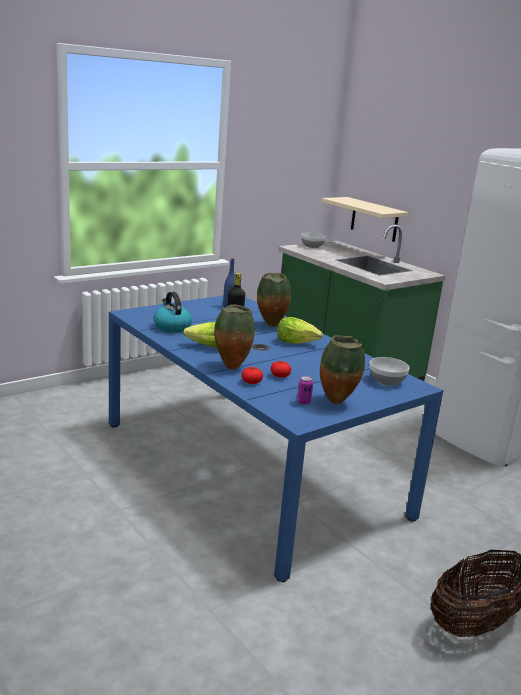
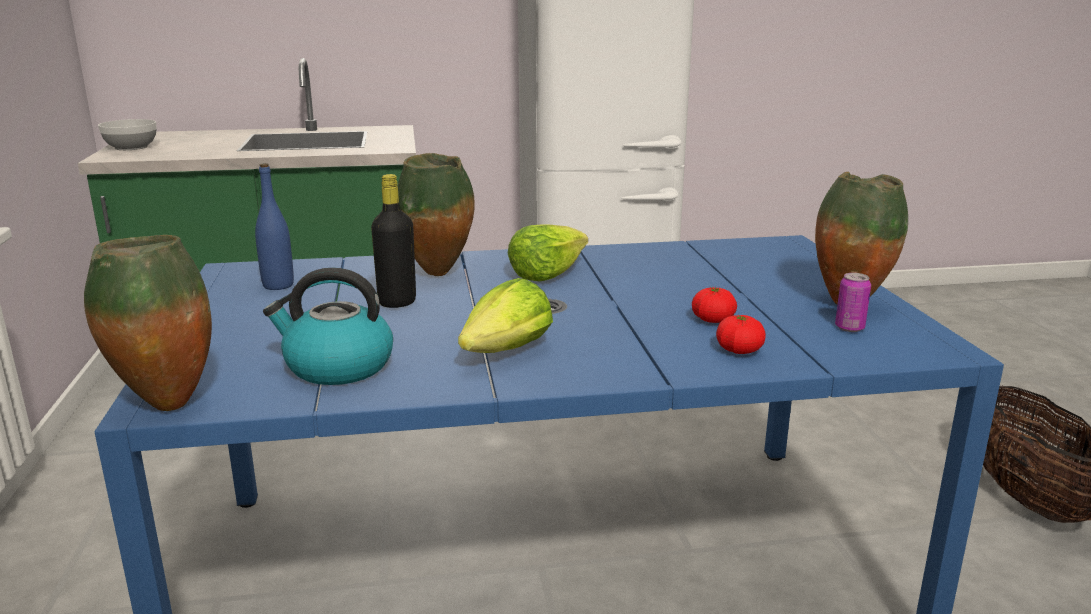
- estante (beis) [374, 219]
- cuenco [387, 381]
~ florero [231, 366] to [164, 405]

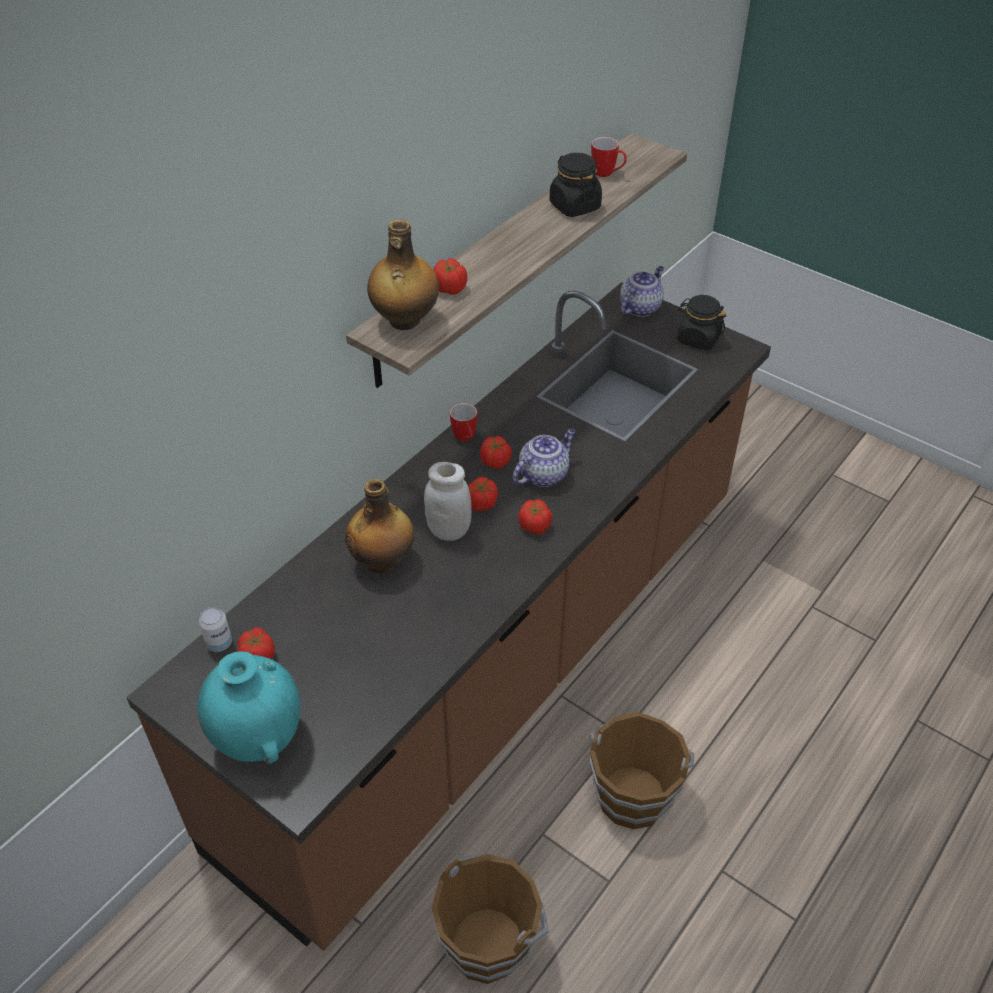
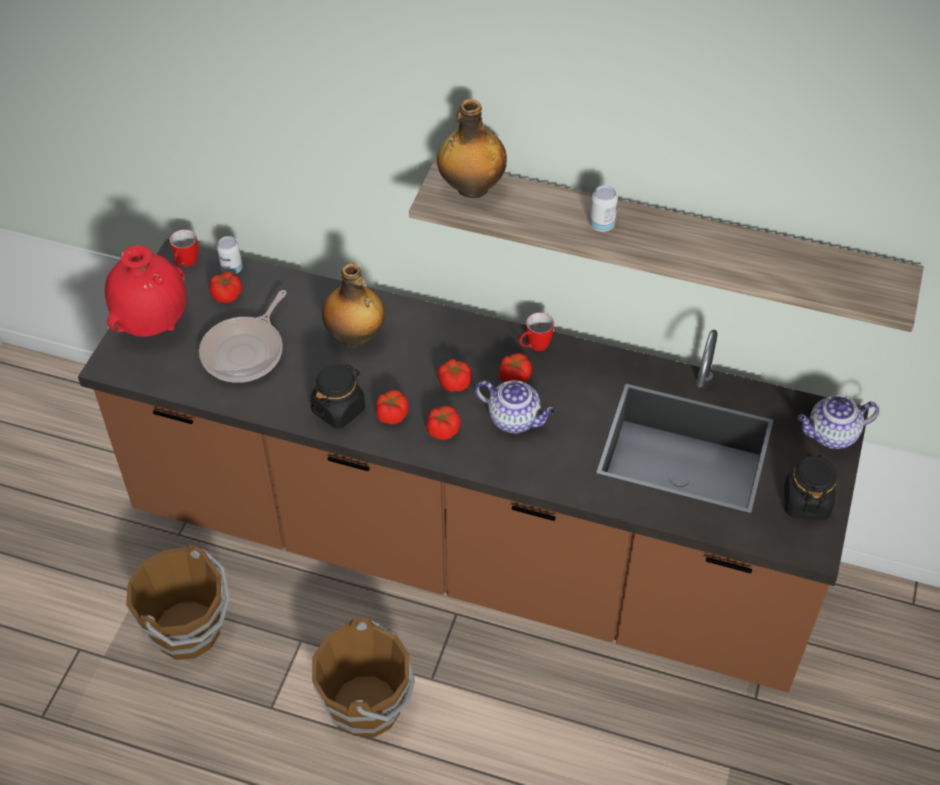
- tarro (blanco) [449, 530]
+ sartén [245, 352]
+ lata [602, 225]
~ tomate [450, 289] to [392, 415]
~ tarro (negro) [574, 206] to [339, 409]
~ taza grande [607, 174] to [185, 264]
~ florero (turquesa) [258, 736] to florero (rojo) [153, 323]
~ tetera [640, 307] = [831, 435] 150 degrees clockwise

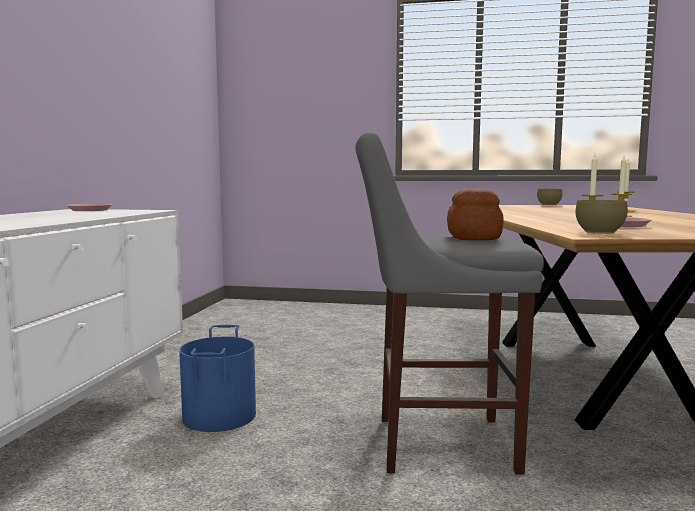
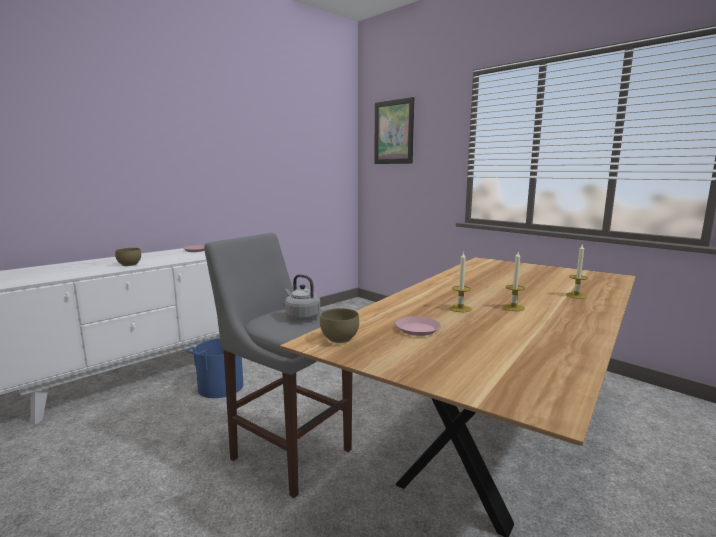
+ cuadro [393, 132]
~ cuenco (marrón) [548, 205] to [129, 264]
~ pan [472, 237] to hervidor (gris) [301, 317]

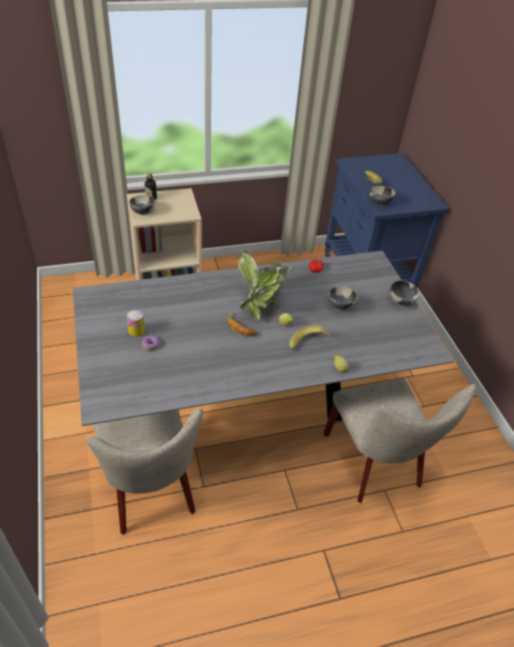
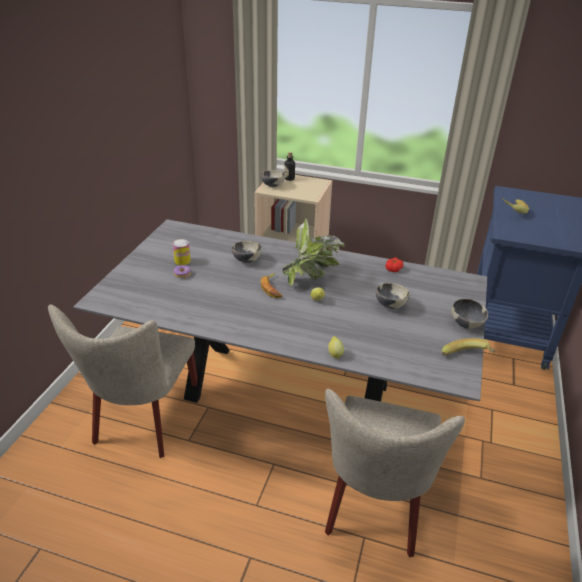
~ plátano [309, 345] to [467, 359]
~ cuenco [379, 202] to [246, 260]

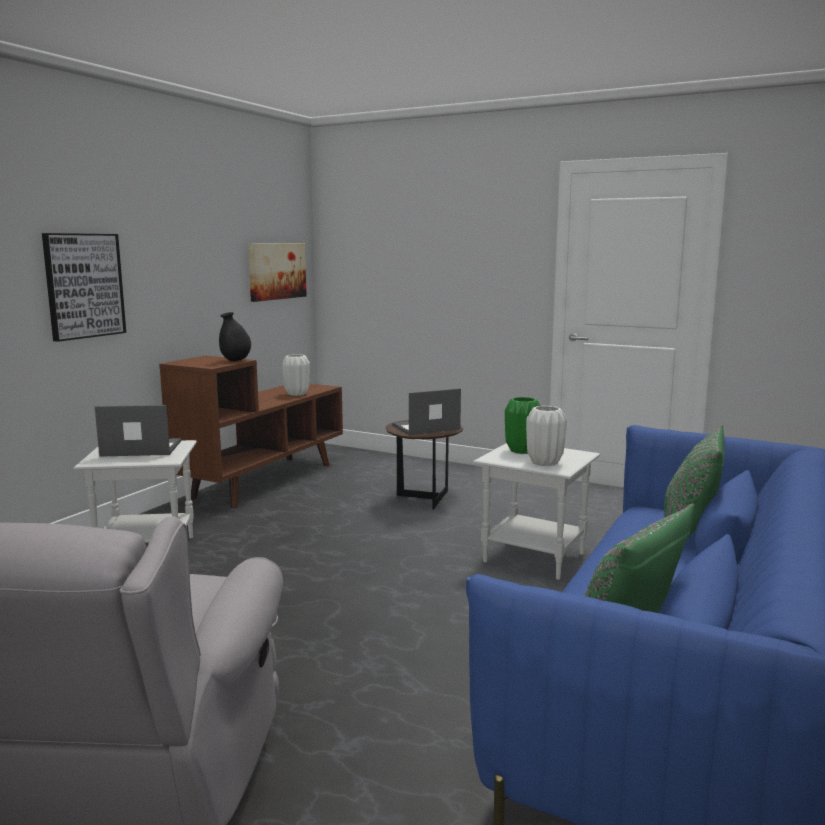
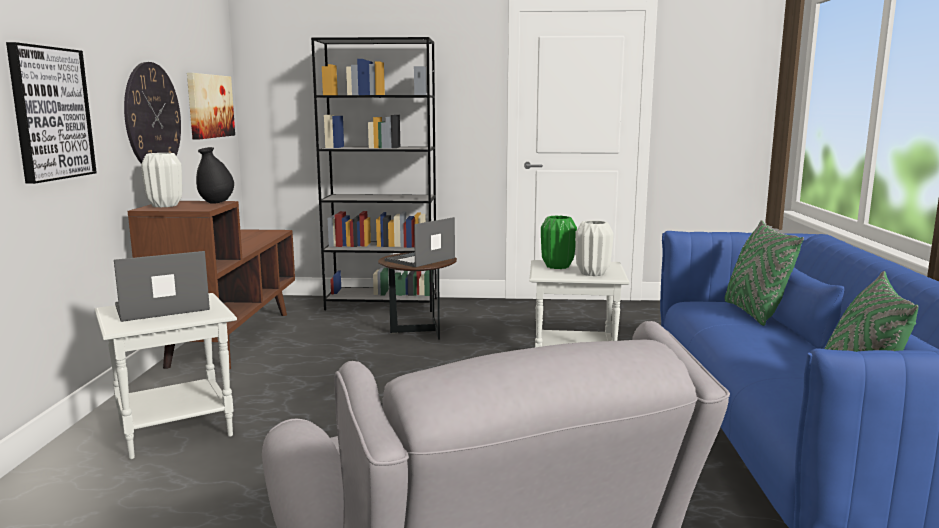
+ reloj de pared [153, 117]
+ estantería (gris) [382, 304]
~ florero (blanco) [296, 394] to [164, 206]

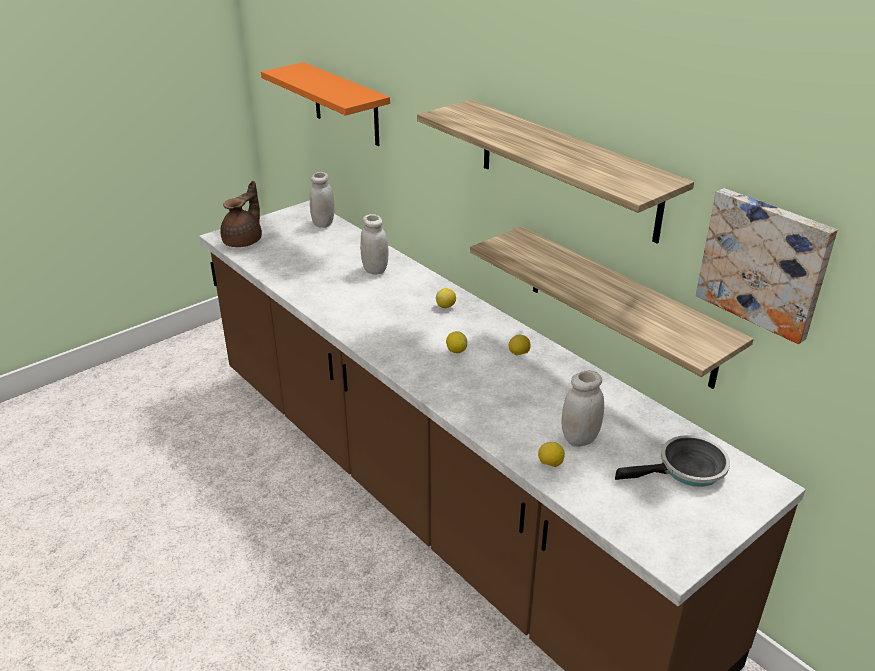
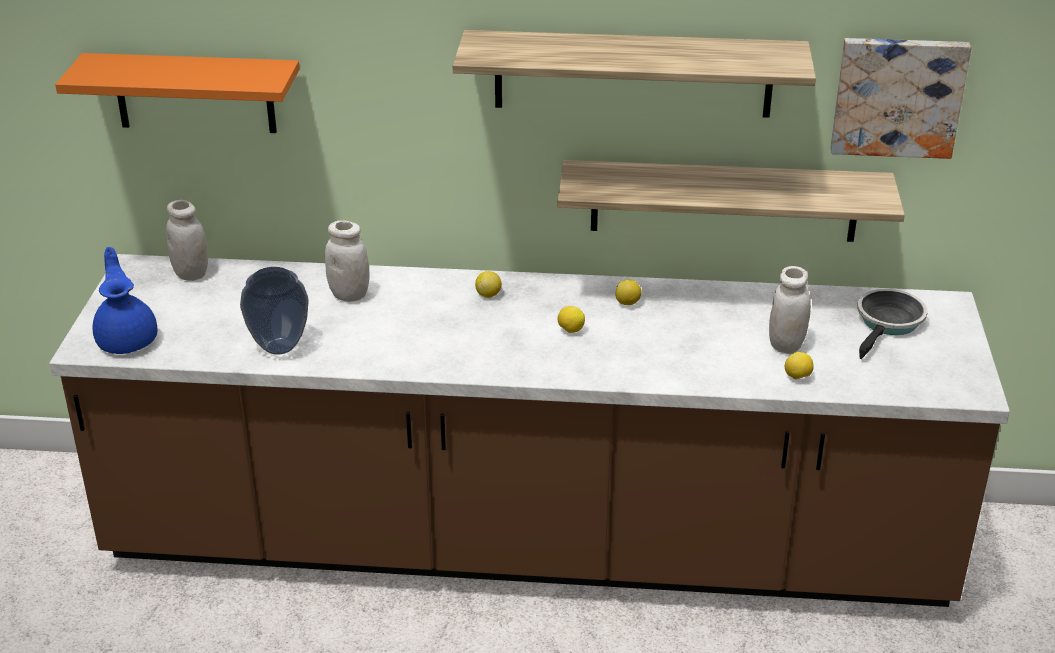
+ florero [280, 348]
~ tetera (marrón) [244, 241] to tetera (azul) [128, 339]

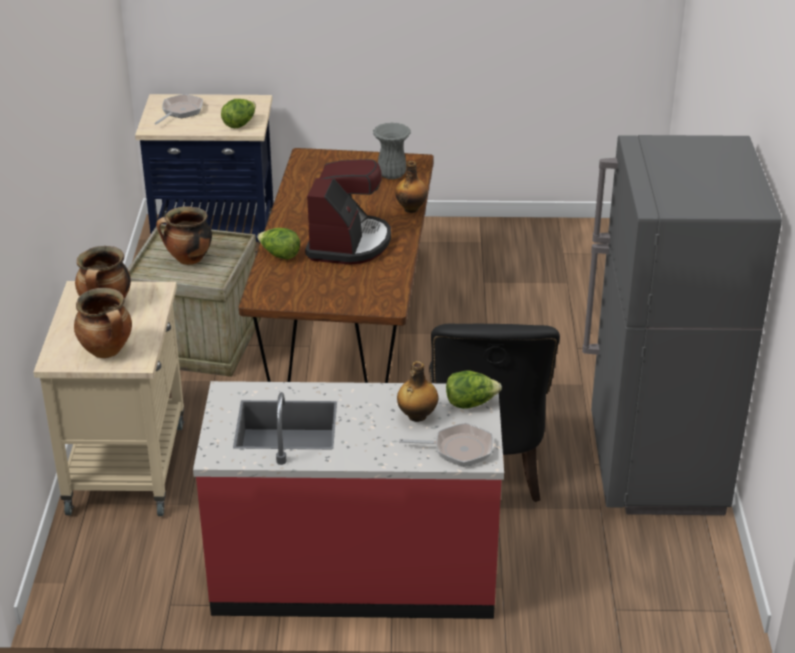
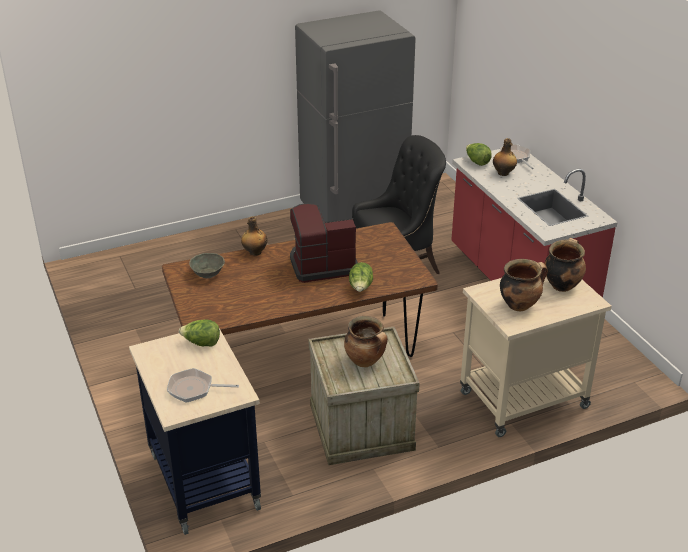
~ florero (gris) [391, 175] to cuenco (gris) [208, 273]

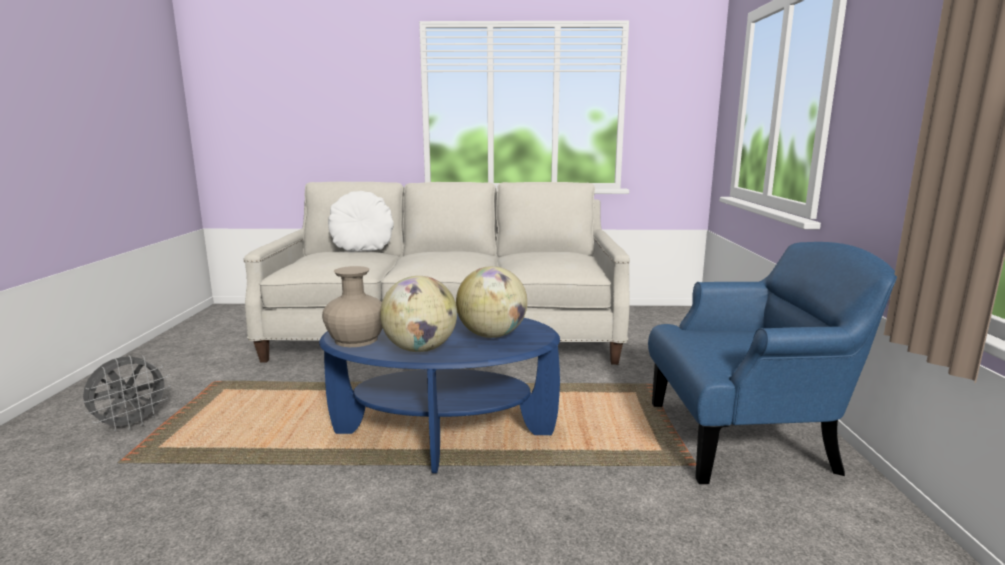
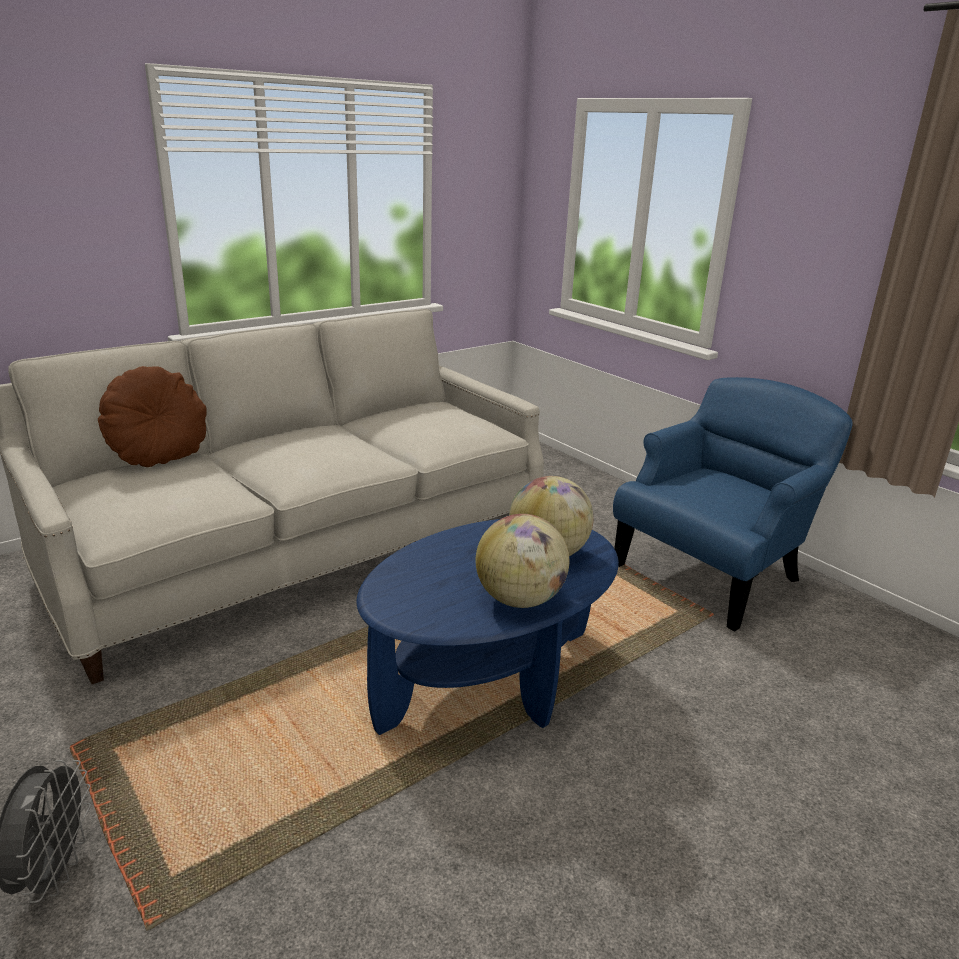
- florero (beis) [356, 339]
~ cojín (blanco) [363, 250] to cojín (marrón) [160, 459]

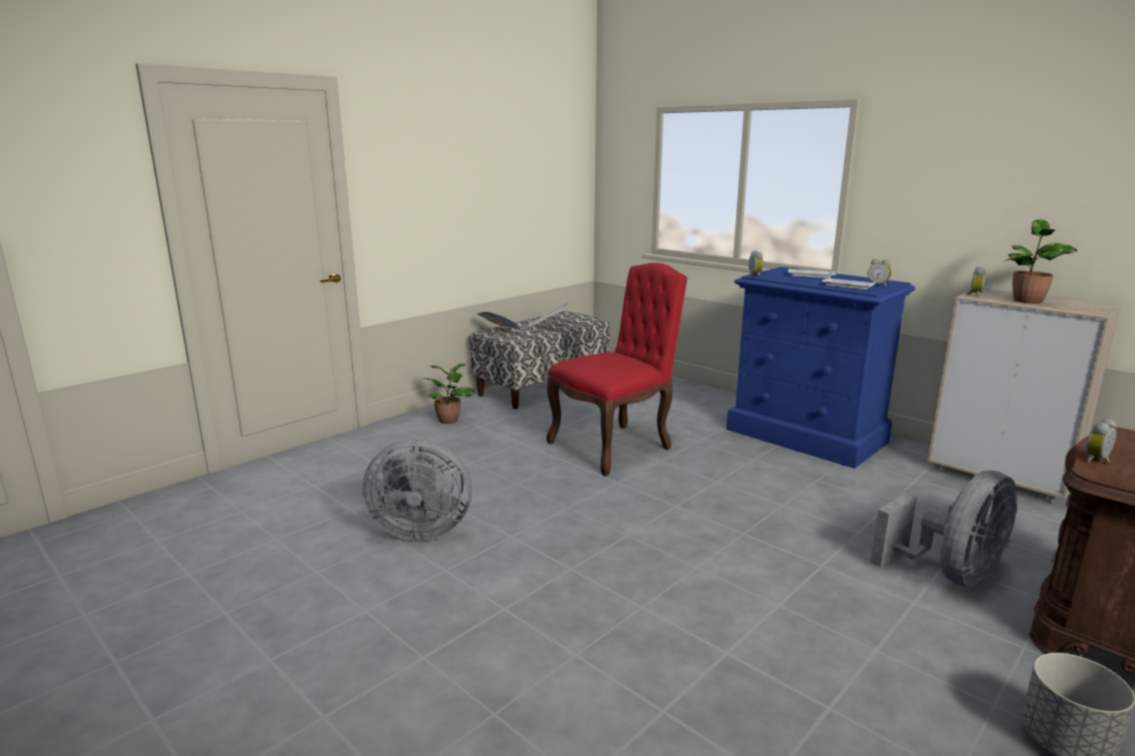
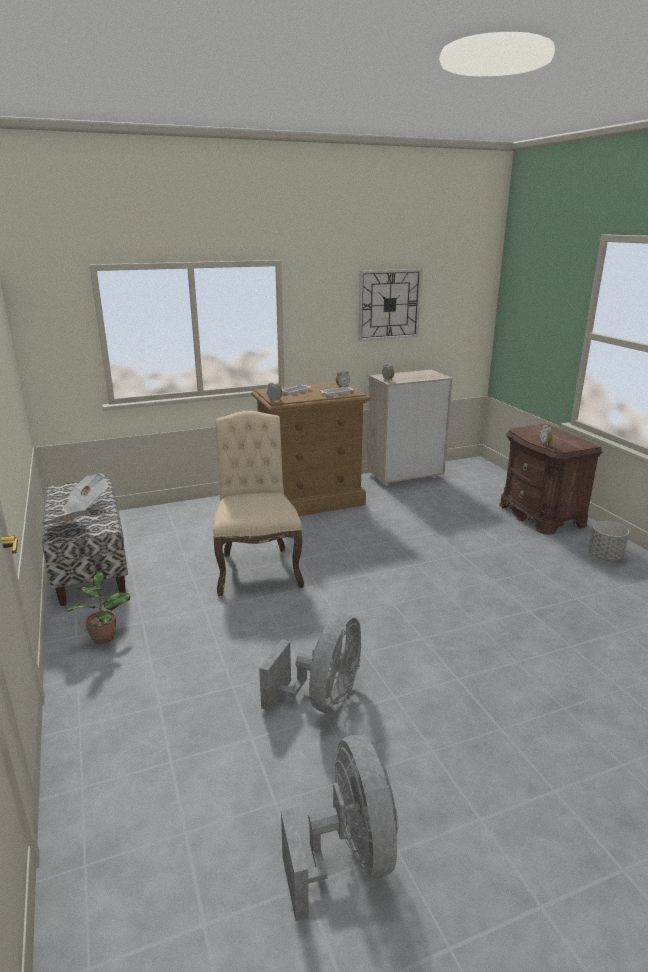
- planta en maceta [1028, 301]
+ reloj de pared [389, 304]
~ ventilador (gris) [950, 575] to [348, 855]
~ silla (rojo) [614, 447] to silla (beis) [257, 569]
~ cómoda (azul) [806, 436] to cómoda (marrón) [311, 500]

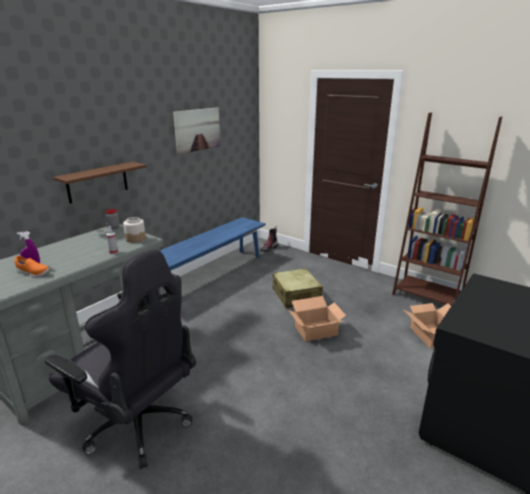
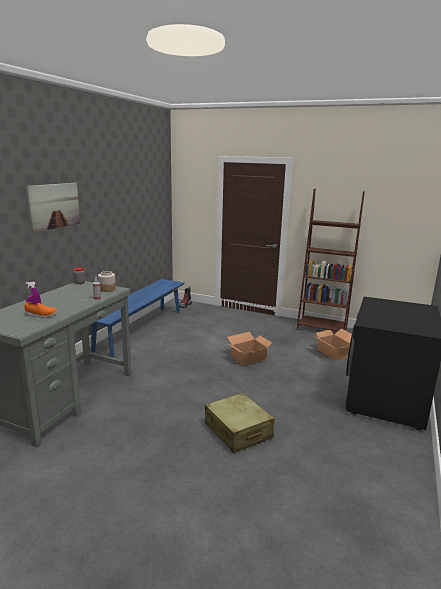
- silla de oficina (negro) [134, 423]
- estante (marrón) [97, 182]
~ cuadro [197, 130] to [54, 206]
~ maleta (beis) [296, 295] to [238, 431]

